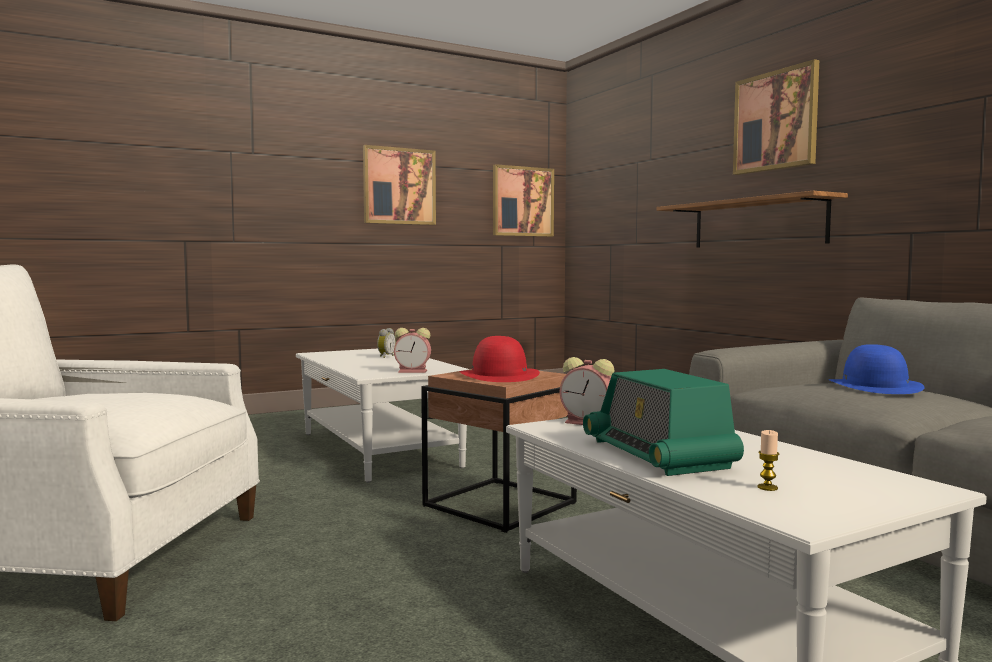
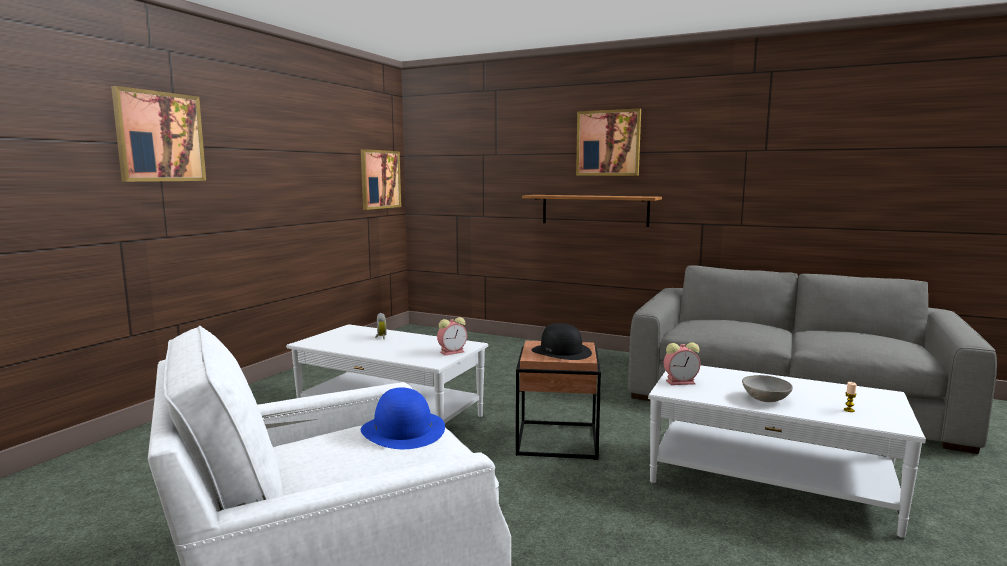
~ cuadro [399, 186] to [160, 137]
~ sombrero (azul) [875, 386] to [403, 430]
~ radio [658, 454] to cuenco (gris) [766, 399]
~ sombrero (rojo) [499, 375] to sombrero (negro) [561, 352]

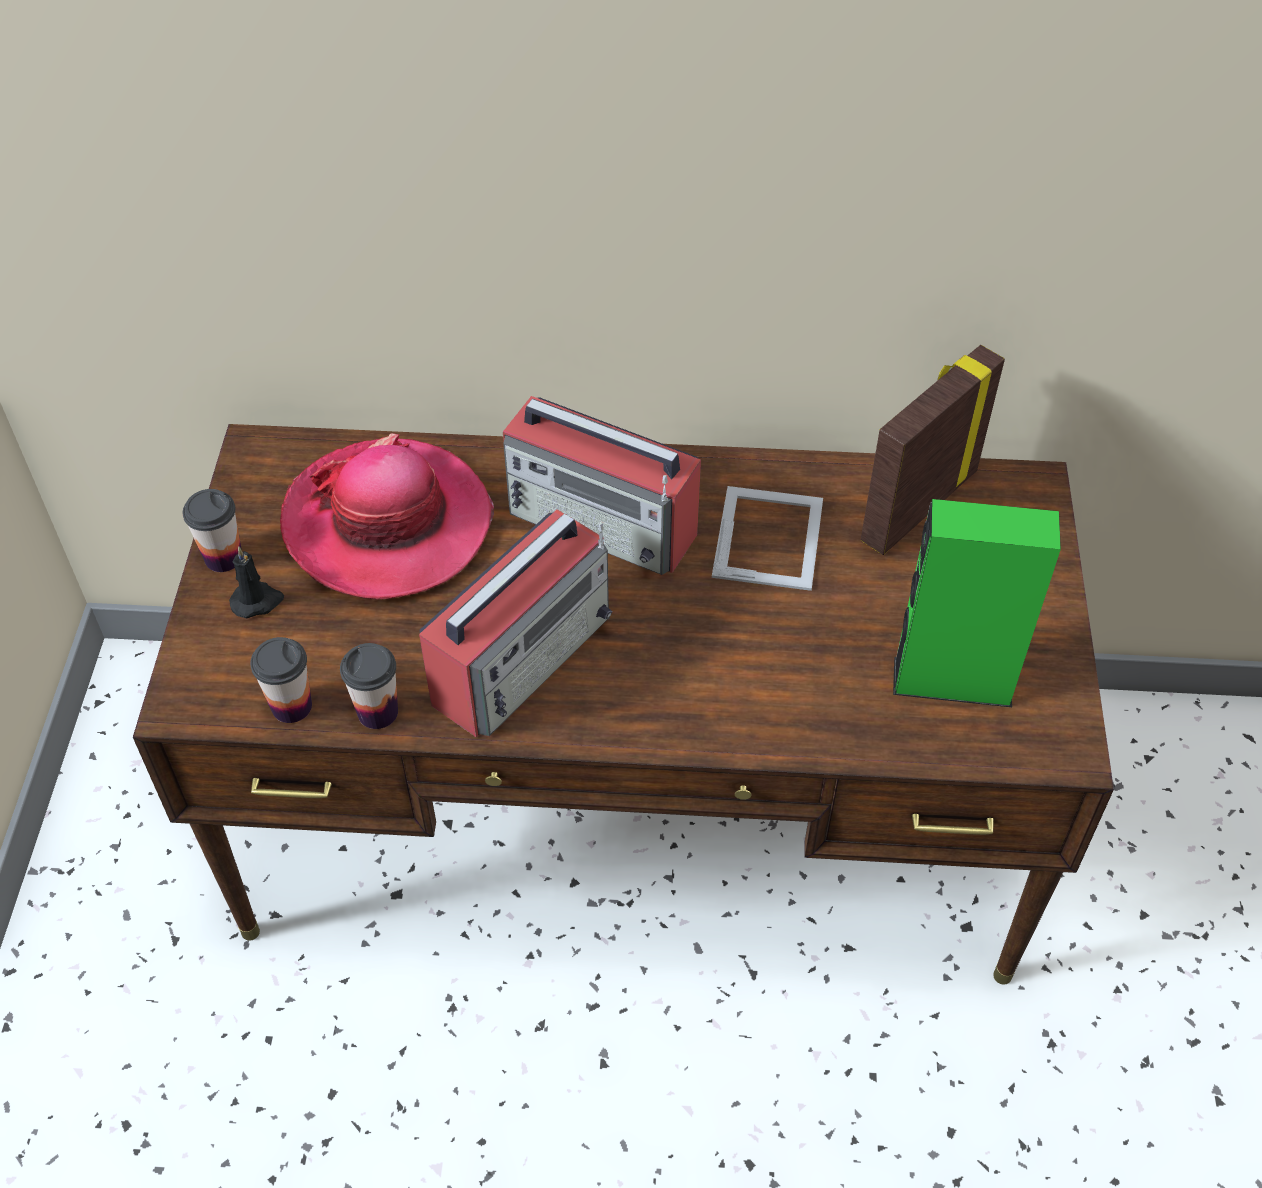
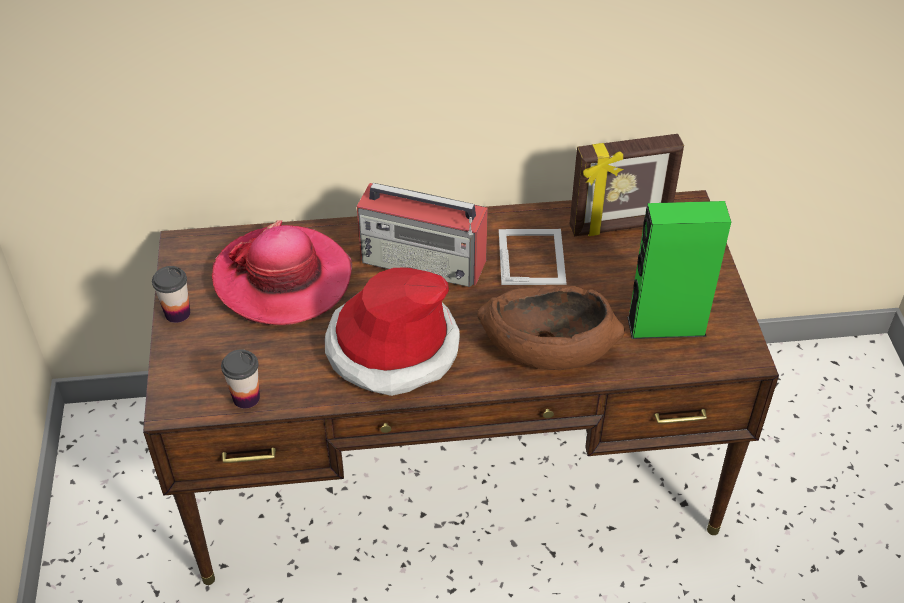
- vela (negro) [257, 601]
- taza [377, 712]
+ cuenco (marrón) [547, 347]
~ radio [524, 656] to sombrero [392, 347]
~ portarretratos [916, 505] = [620, 226] 135 degrees counterclockwise

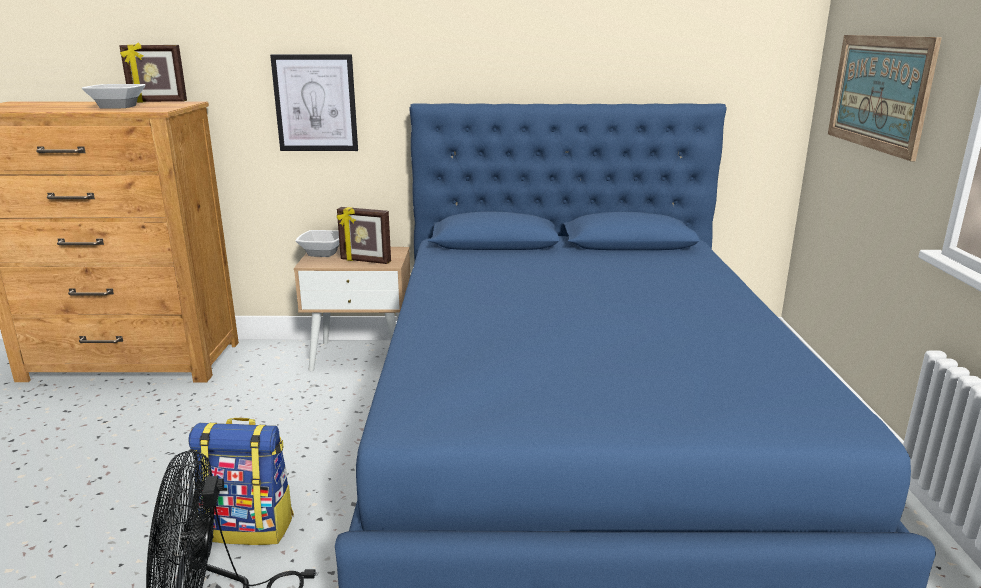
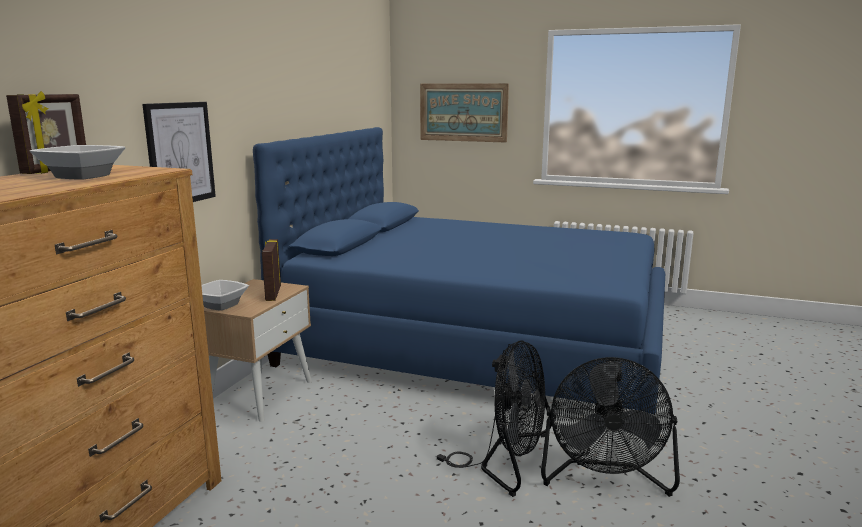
~ mochila [250, 527] to ventilador (negro) [505, 460]
~ portarretratos [365, 261] = [272, 293] 135 degrees clockwise

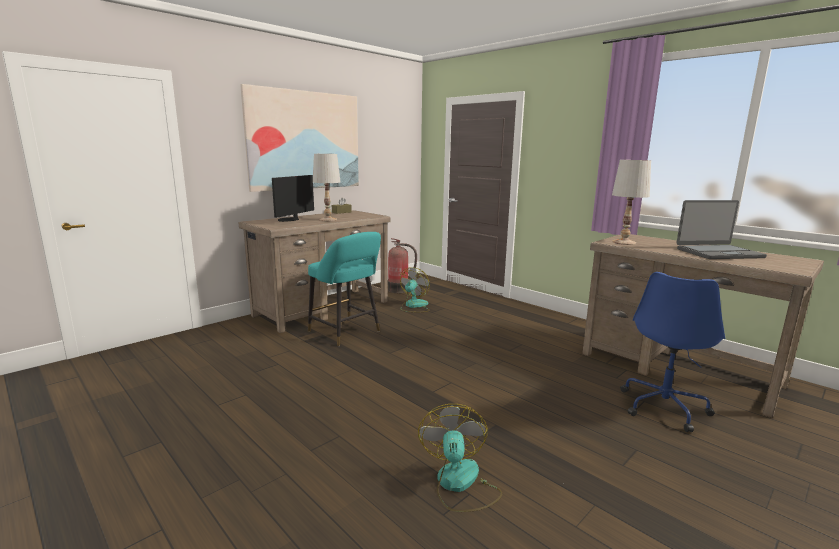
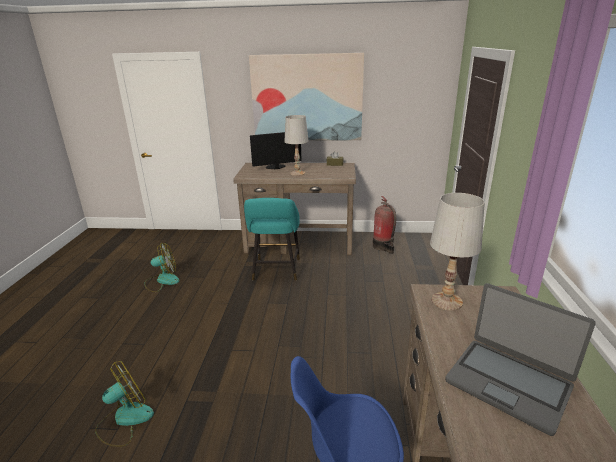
~ ventilador [414, 306] to [162, 281]

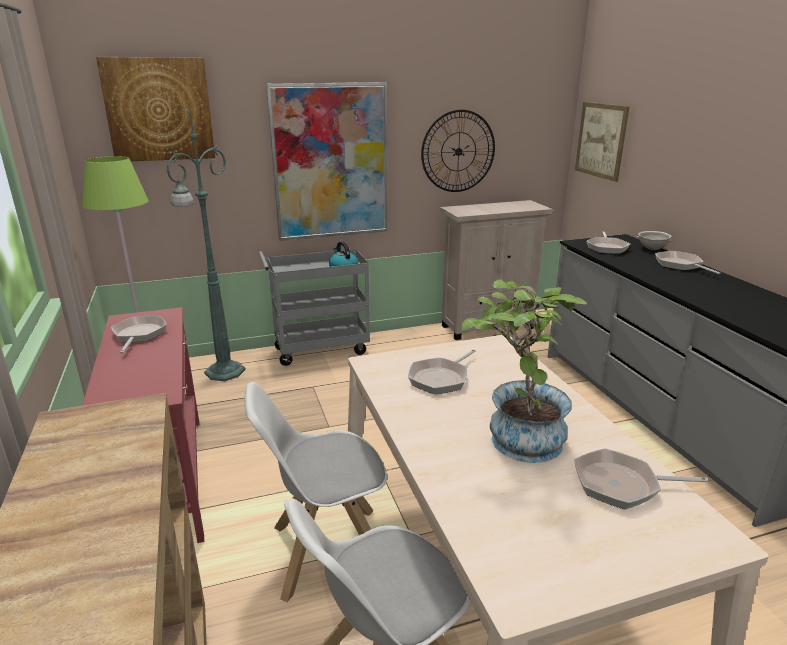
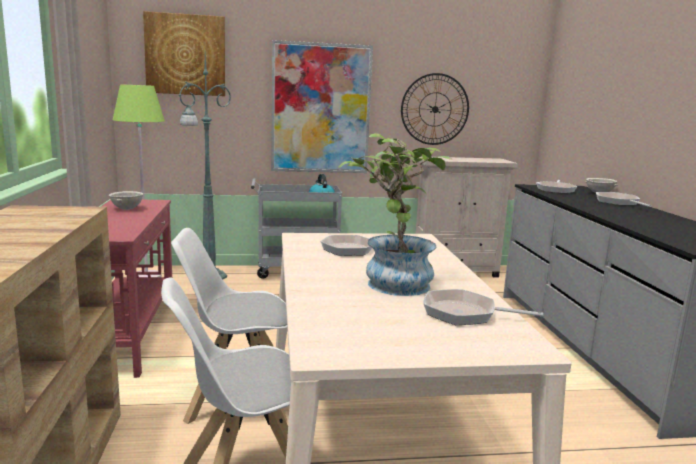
- cuadro [601, 140]
~ sartén [138, 335] to cuenco (gris) [126, 209]

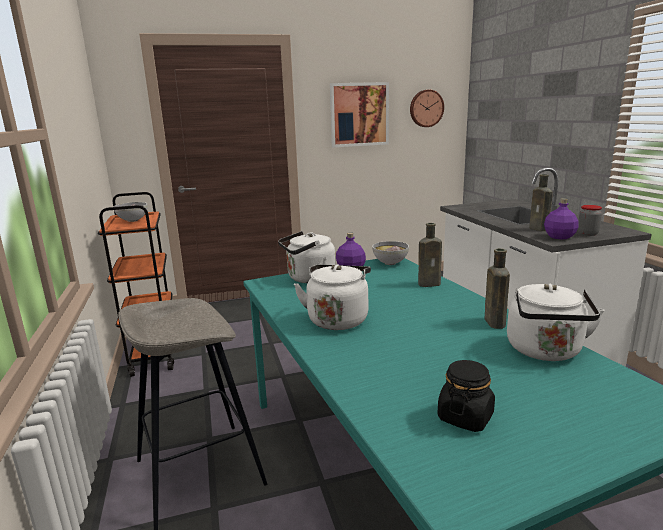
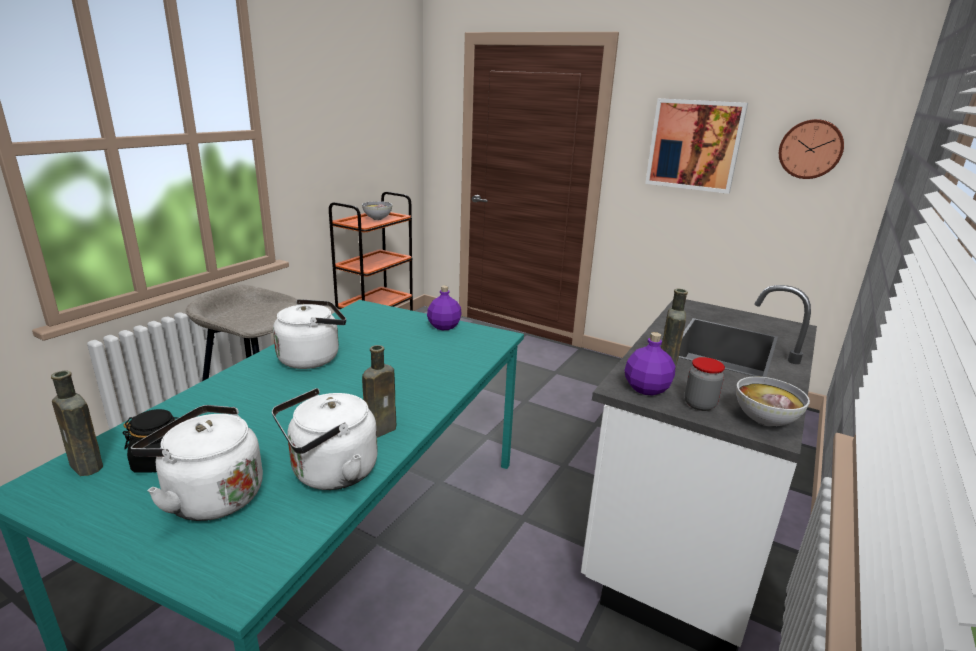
~ hervidor (blanco) [308, 279] to [210, 496]
~ cuenco [390, 263] to [764, 420]
~ botella (marrón) [430, 284] to [88, 467]

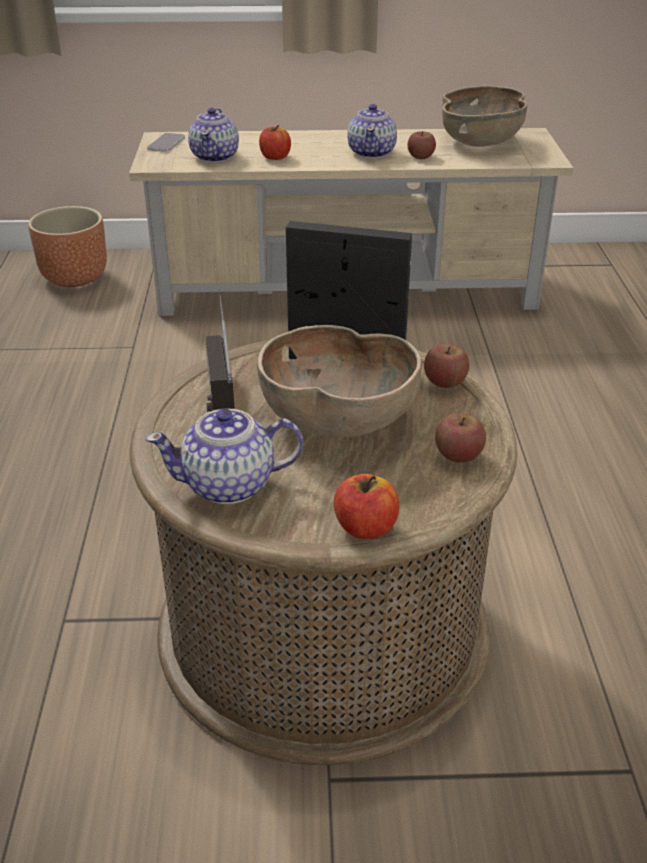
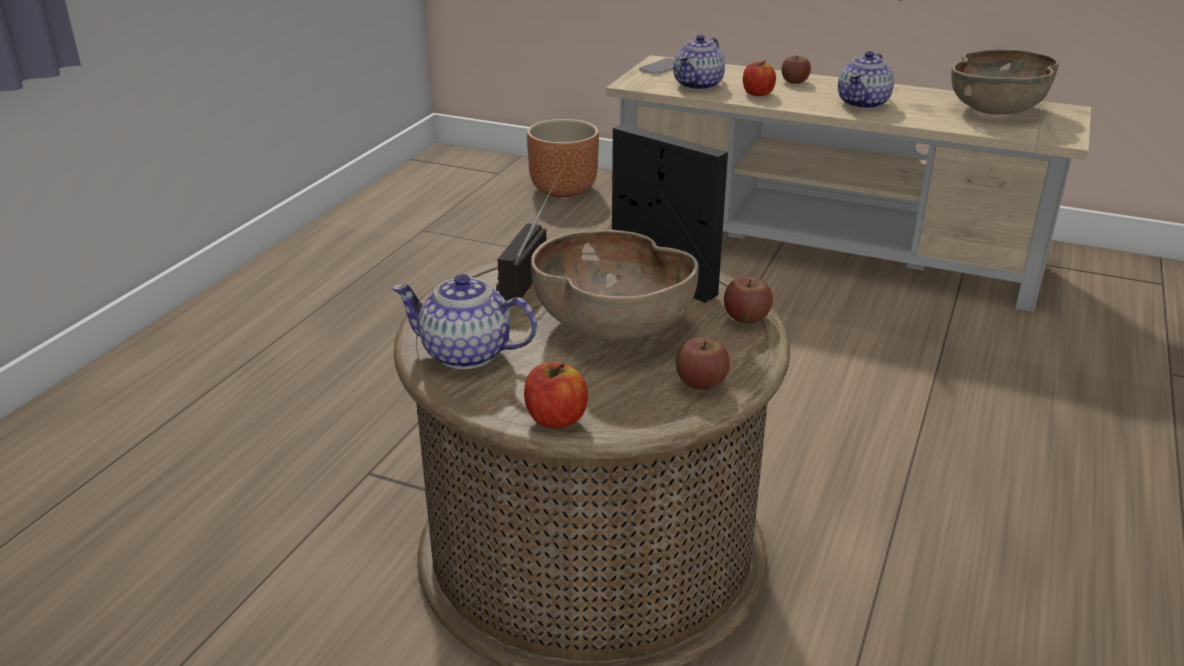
~ manzana [420, 156] to [794, 81]

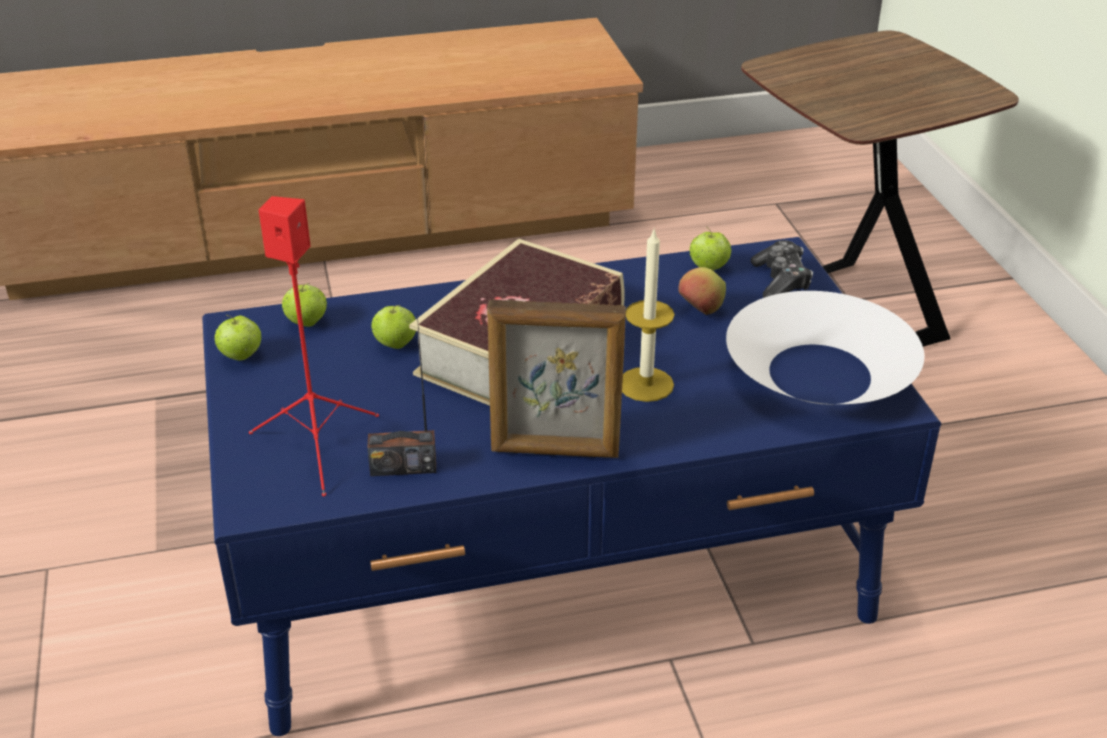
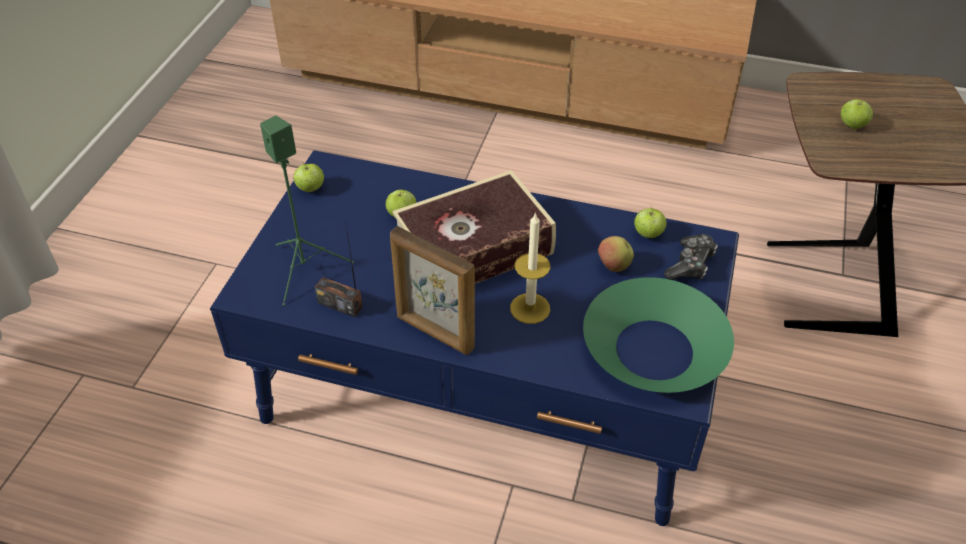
~ manzana [306, 322] to [852, 125]
~ altavoz (rojo) [318, 445] to altavoz (verde) [305, 269]
~ cuenco (blanco) [820, 373] to cuenco (verde) [655, 349]

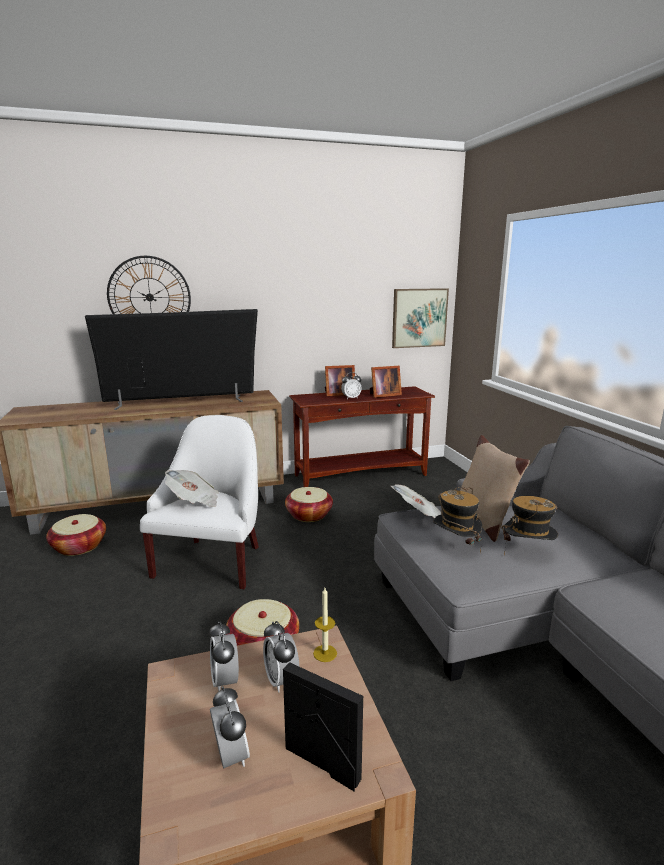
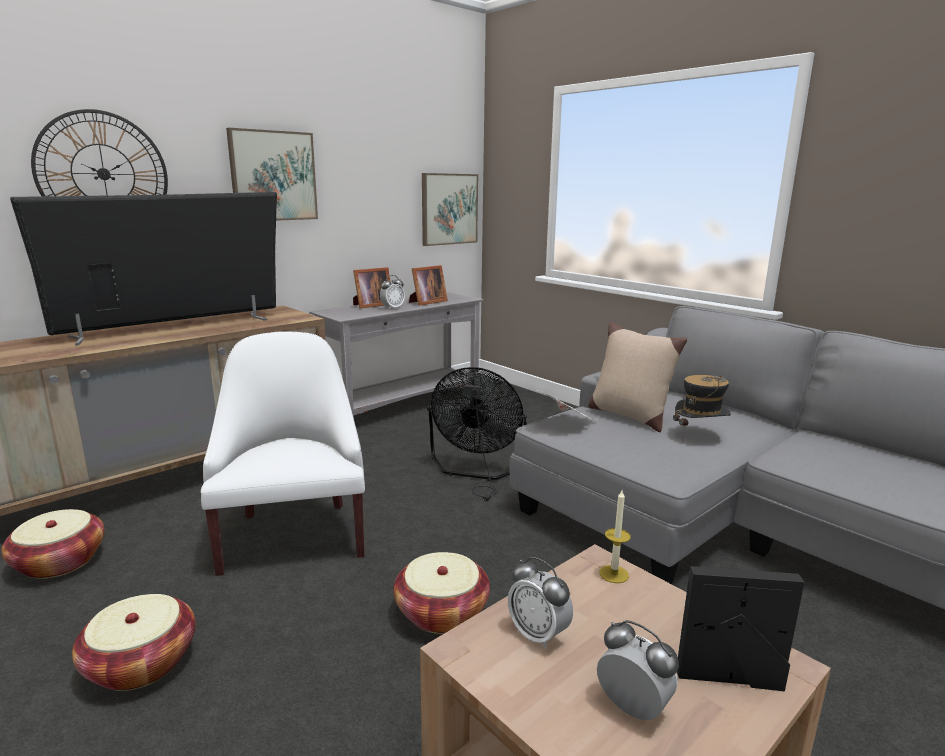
- periódico [194, 501]
- despertador [281, 680]
- sombrero [455, 547]
+ cuadro [273, 176]
+ ventilador (negro) [476, 472]
~ cesta [309, 515] to [141, 663]
~ mesa consola (marrón) [361, 475] to mesa consola (gris) [404, 405]

